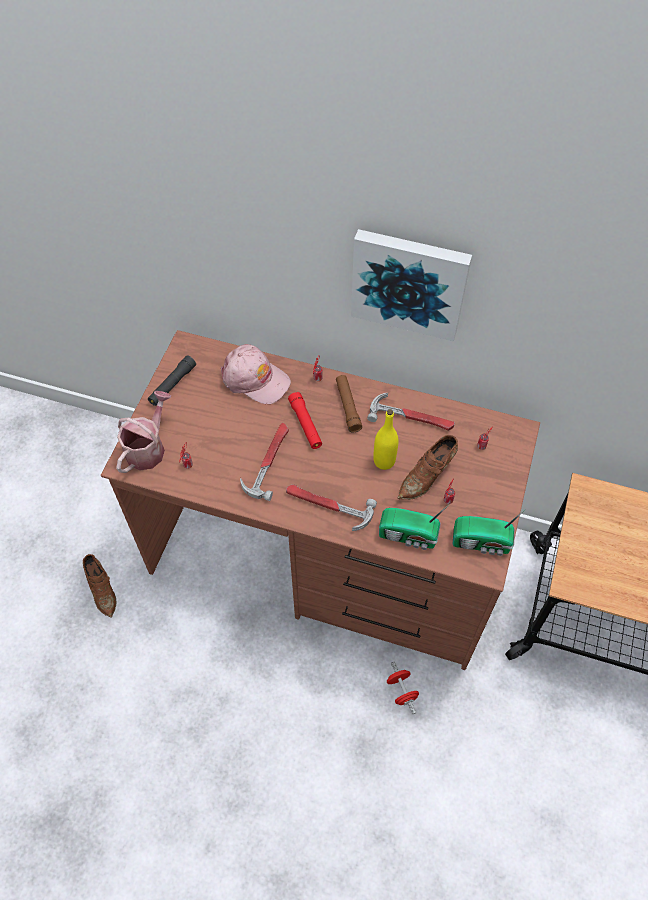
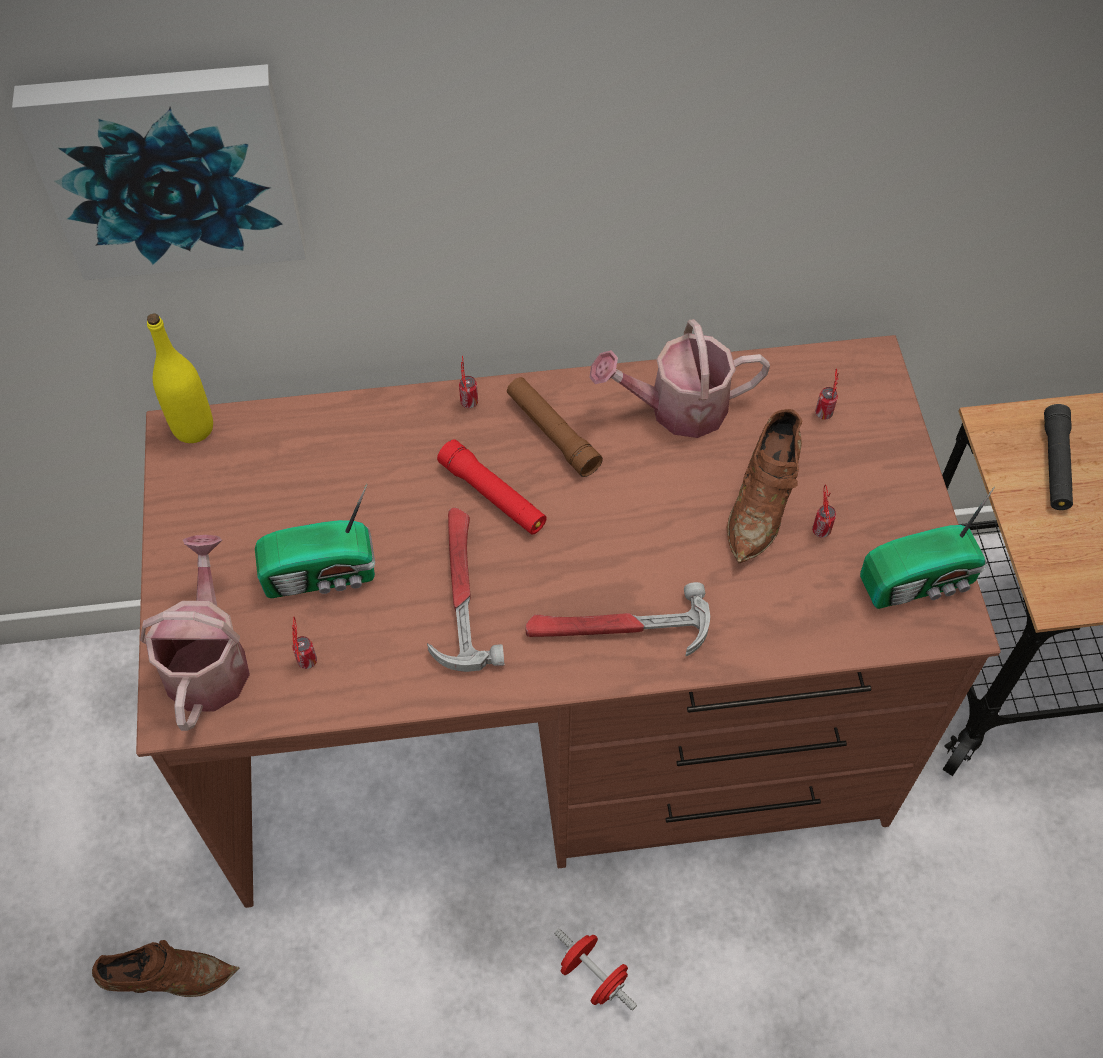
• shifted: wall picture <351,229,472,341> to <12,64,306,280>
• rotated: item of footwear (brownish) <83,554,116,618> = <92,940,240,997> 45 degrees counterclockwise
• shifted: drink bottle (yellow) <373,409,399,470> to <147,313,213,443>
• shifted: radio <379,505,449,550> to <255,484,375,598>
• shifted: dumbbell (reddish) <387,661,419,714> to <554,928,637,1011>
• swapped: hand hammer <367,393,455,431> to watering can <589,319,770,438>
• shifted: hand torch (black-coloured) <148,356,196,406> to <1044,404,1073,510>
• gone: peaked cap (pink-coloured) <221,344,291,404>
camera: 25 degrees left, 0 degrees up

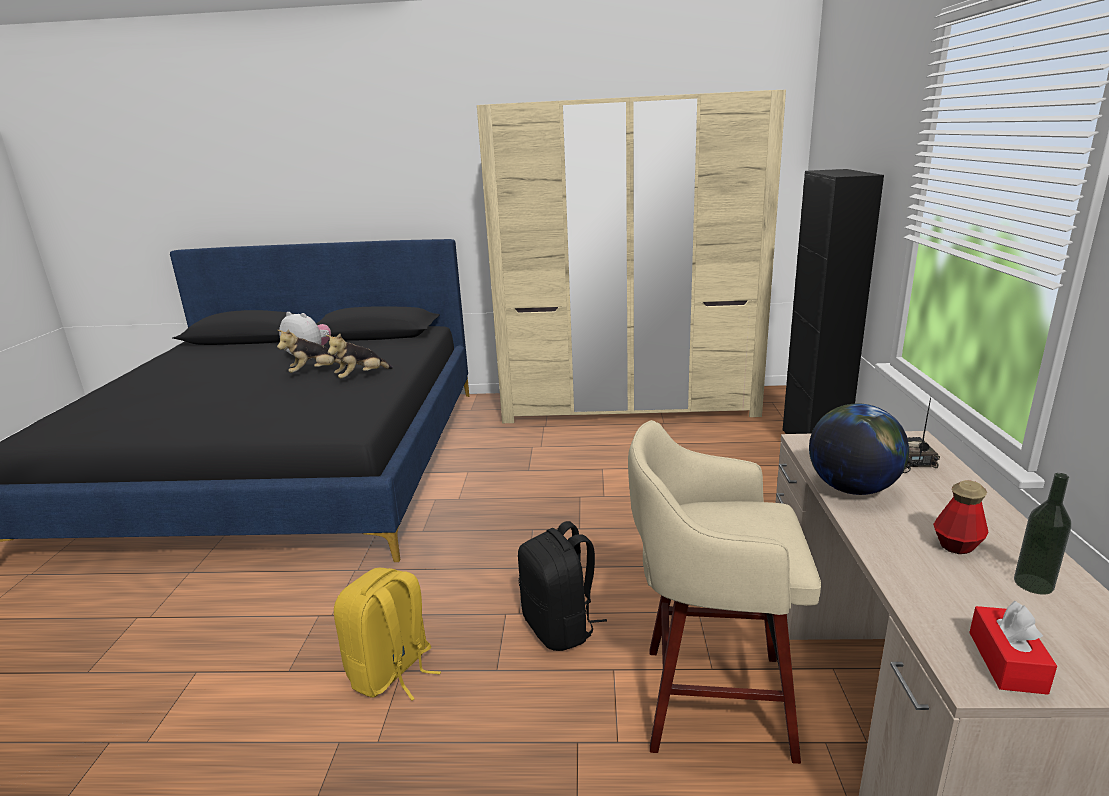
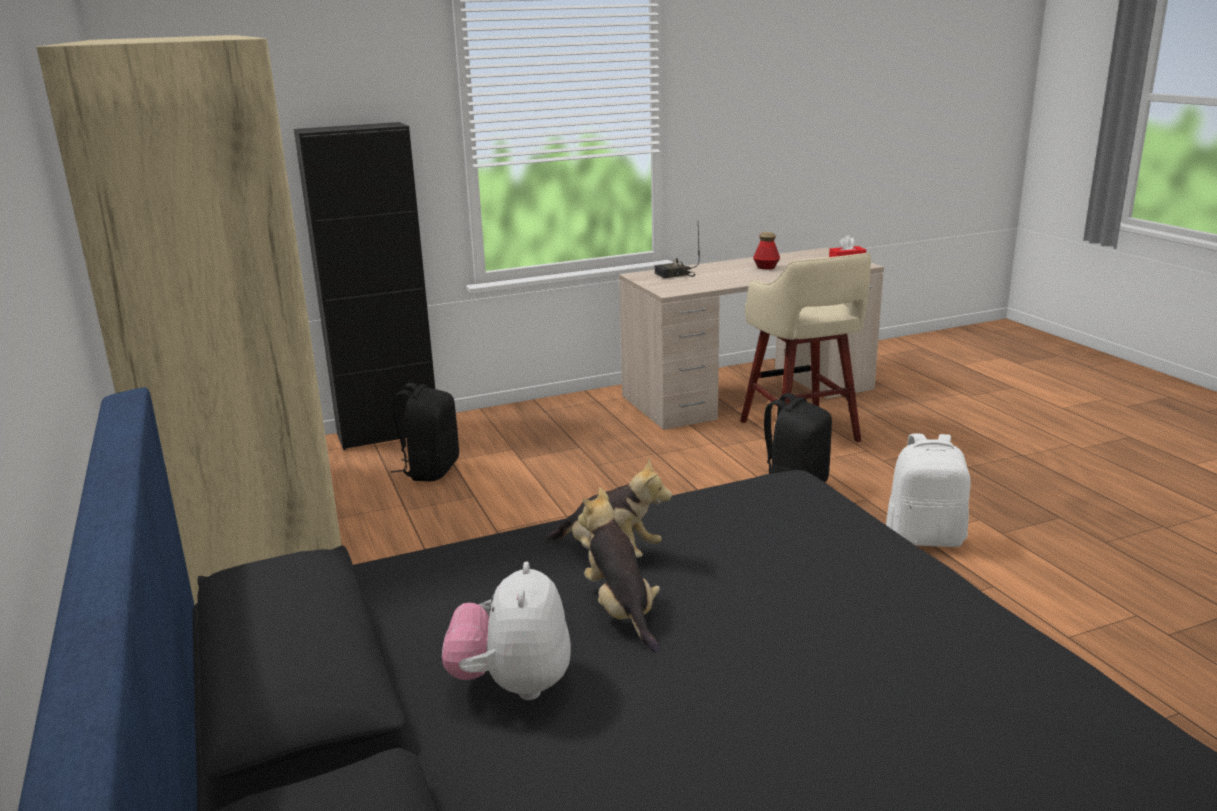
• new: rucksack (black-coloured) <391,383,459,481>
• rotated: cuddly toy <277,330,348,373> = <578,488,660,652> 150 degrees counterclockwise
• repainted: rucksack (yellow) <334,568,441,700> to rucksack (whitish) <886,434,971,547>
• gone: world globe <809,404,909,495>
• gone: drink bottle <1014,473,1071,595>
camera: 115 degrees left, 0 degrees up

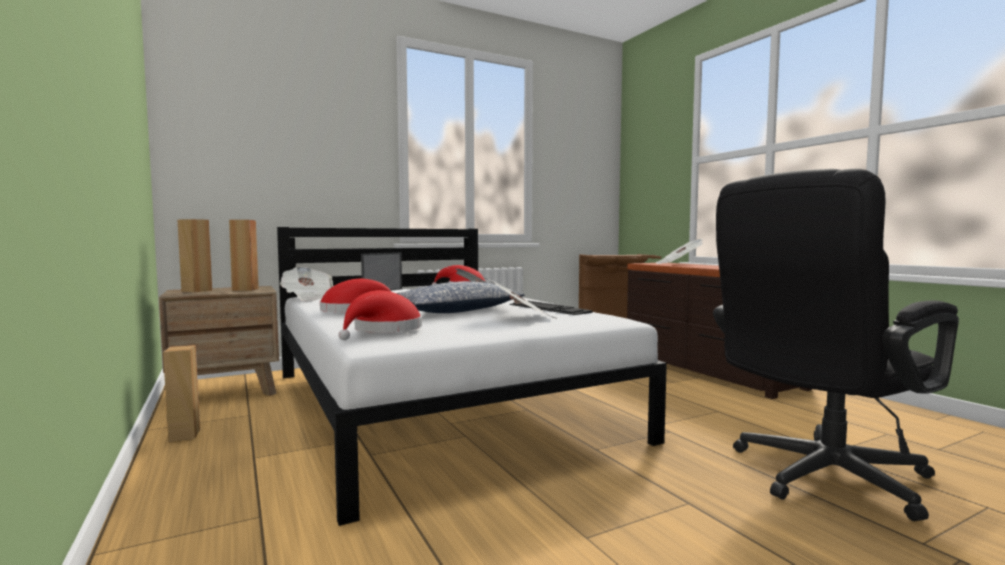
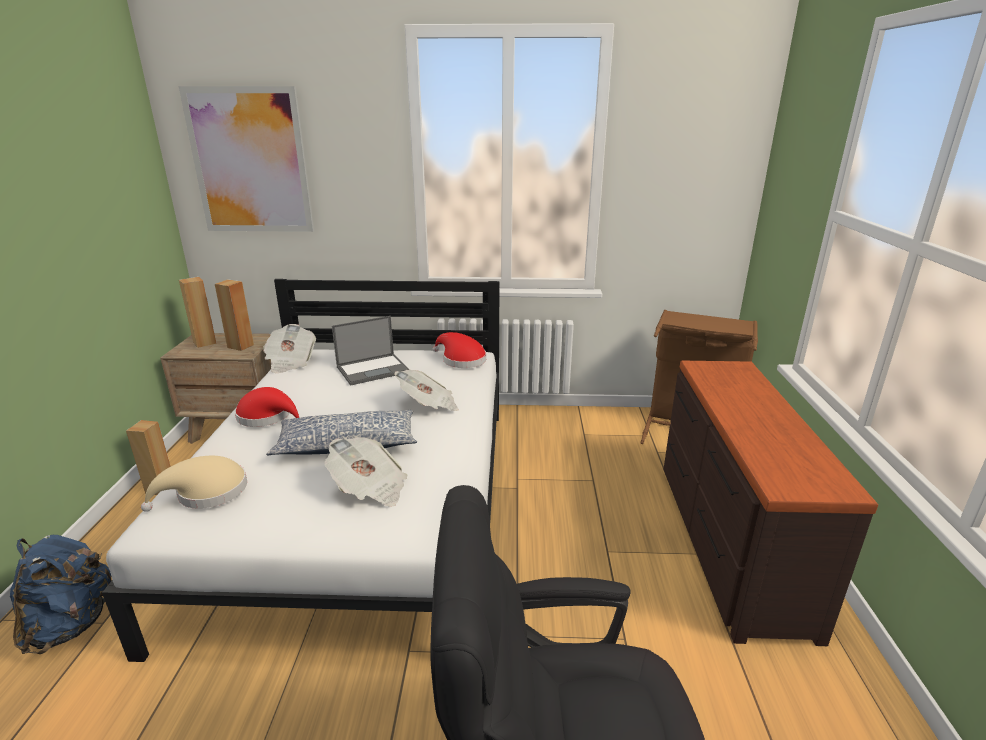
• new: rucksack (bluish) <10,535,111,654>
• repainted: wearable hat (reddish) <338,290,422,340> to wearable hat (sand-coloured) <141,456,247,512>
• new: wall picture <179,86,314,232>
• gone: computer keyboard <510,300,593,315>
• gone: newspaper <656,239,704,264>
camera: 30 degrees right, 20 degrees up

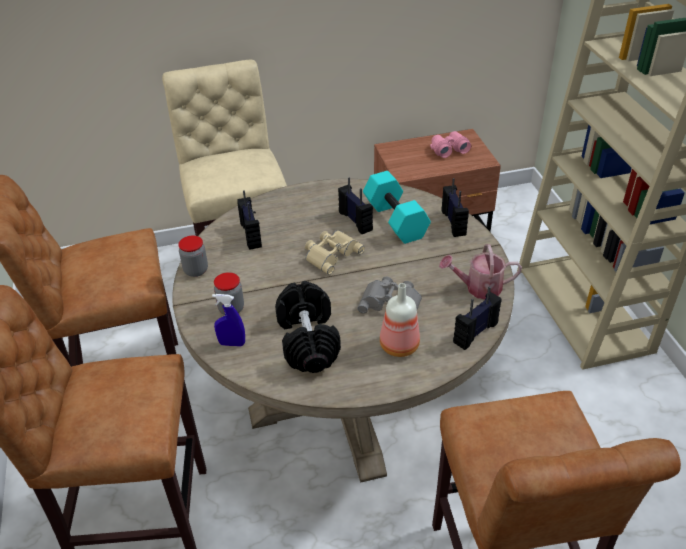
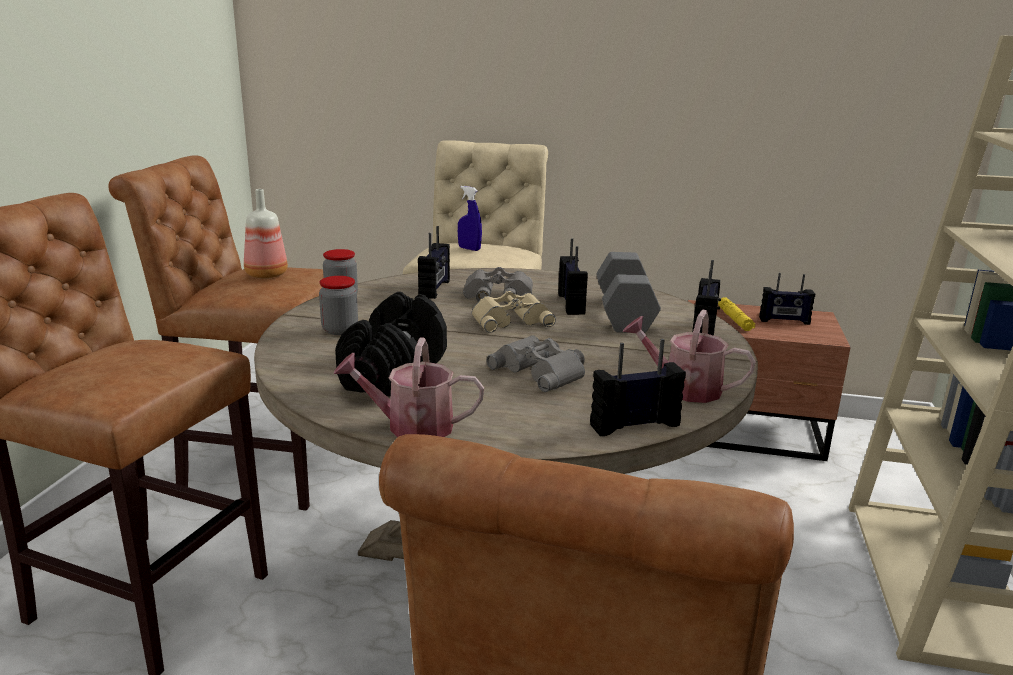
• shifted: drink bottle <380,283,420,357> to <244,189,288,278>
• new: watering can <334,338,484,438>
• shifted: hand sprayer (bluish) <212,294,245,347> to <458,186,482,251>
• new: binoculars (grey) <463,267,533,304>
• repainted: dumbbell (blue-green) <363,171,431,244> to dumbbell (grey) <596,252,661,333>
• new: hand torch (yellow) <718,297,755,331>
• swapped: binoculars (pink-coloured) <430,131,471,158> to radio <759,273,815,325>
camera: 25 degrees right, 20 degrees down

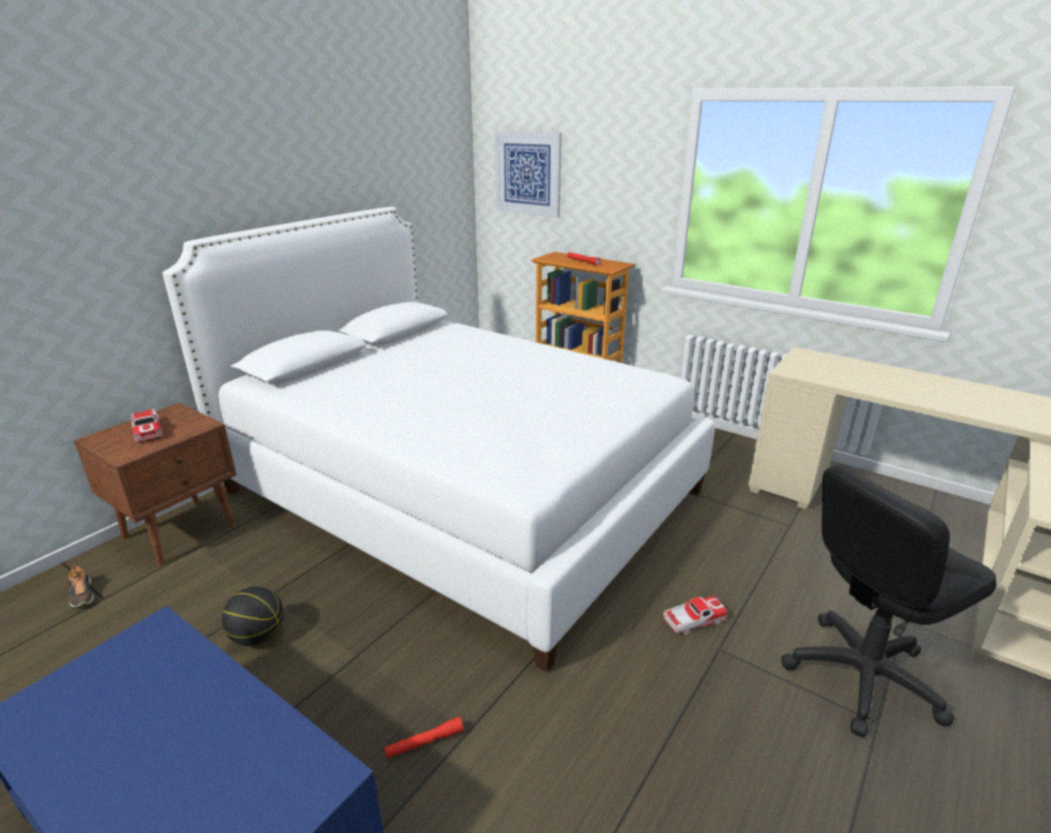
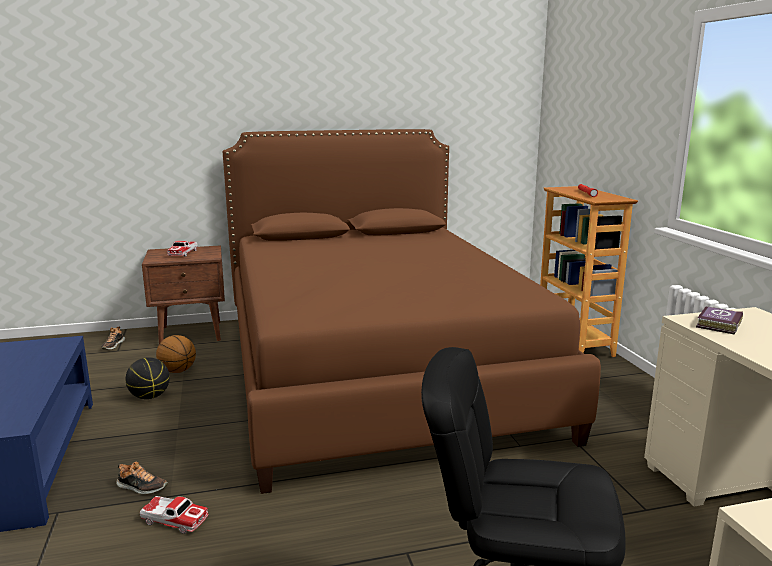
• swapped: hand torch (reddish) <384,717,464,759> to item of footwear <116,462,168,494>
• shifted: toy car <663,596,727,635> to <140,496,209,534>
• new: basketball <156,335,196,373>
• repainted: sleeping bed (whitish) <162,207,715,672> to sleeping bed (brownish) <223,129,601,494>
• new: volume <696,307,743,334>
• gone: wall picture <495,131,562,218>
camera: 40 degrees right, 10 degrees down

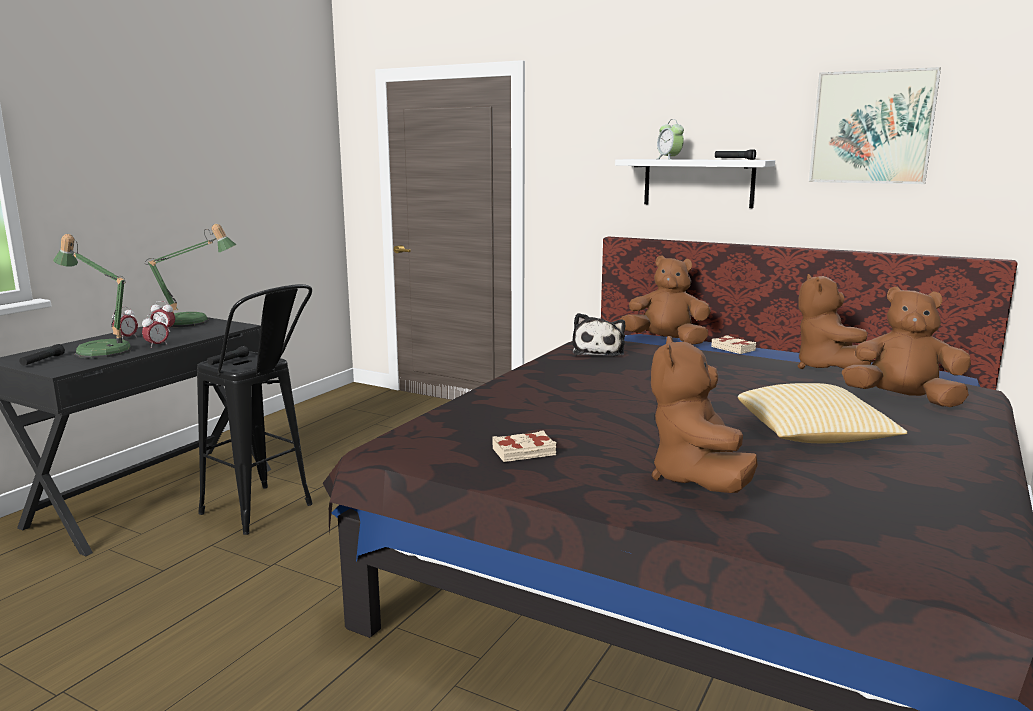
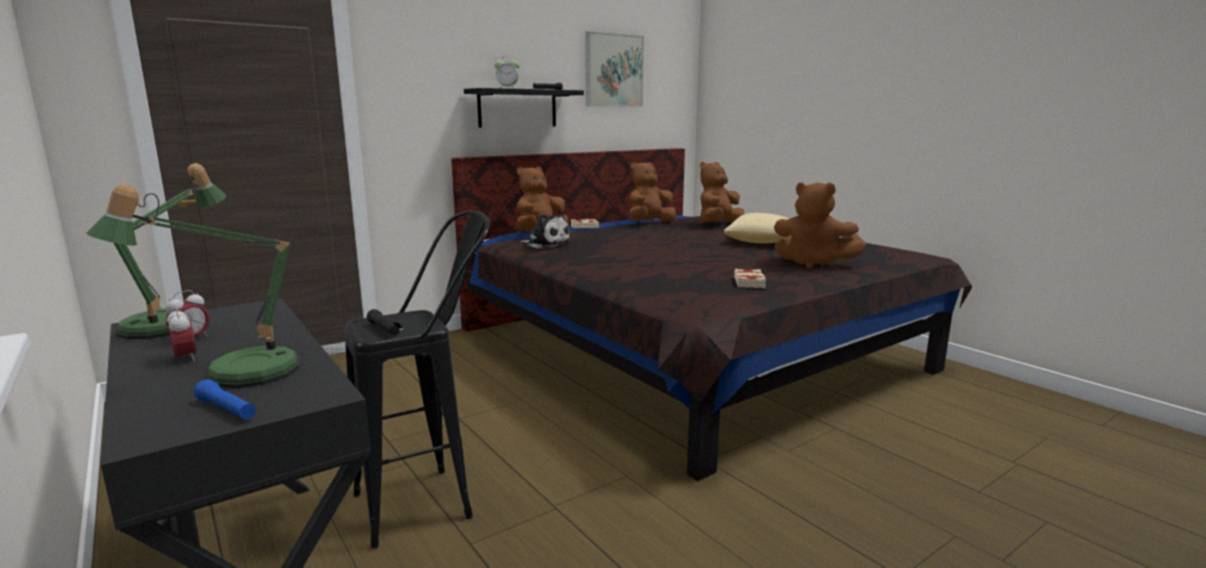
• repainted: hand torch (black-coloured) <19,344,65,366> to hand torch (bluish) <194,379,256,419>
• repainted: shelf (whitish) <615,159,775,208> to shelf (black-coloured) <464,88,584,128>
• rotated: cuddly toy (brownish) <797,274,873,369> = <629,162,676,222> 120 degrees clockwise
• gone: bedside clock <142,313,169,348>
camera: 65 degrees left, 0 degrees up

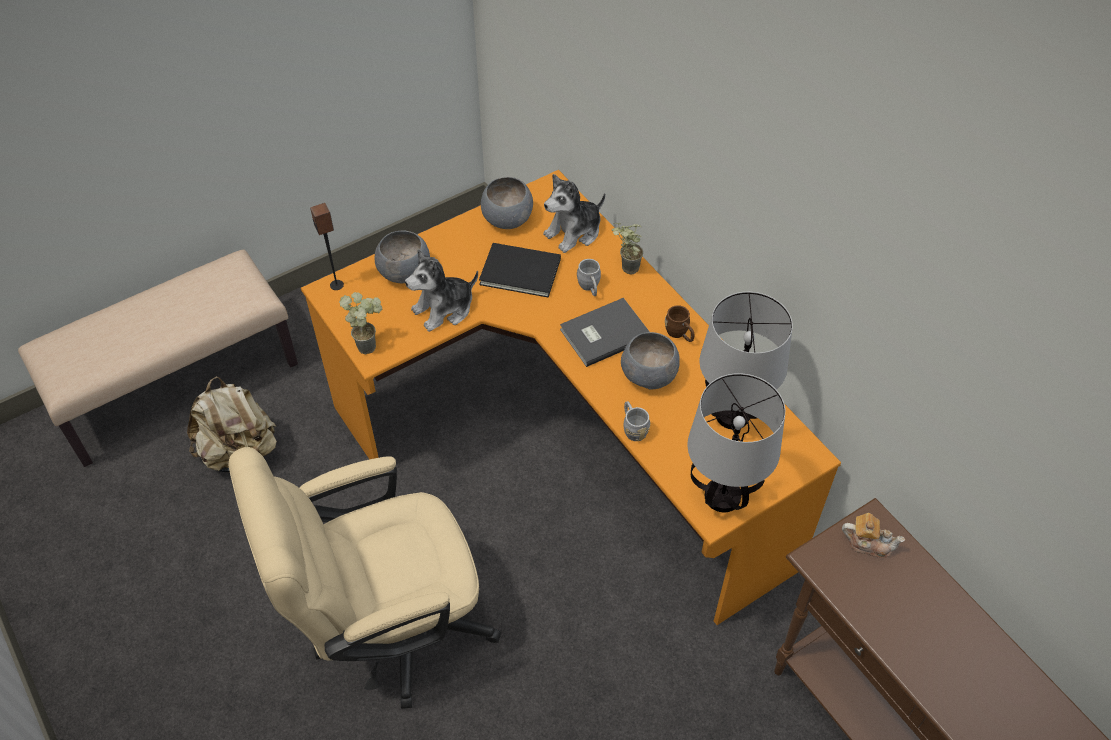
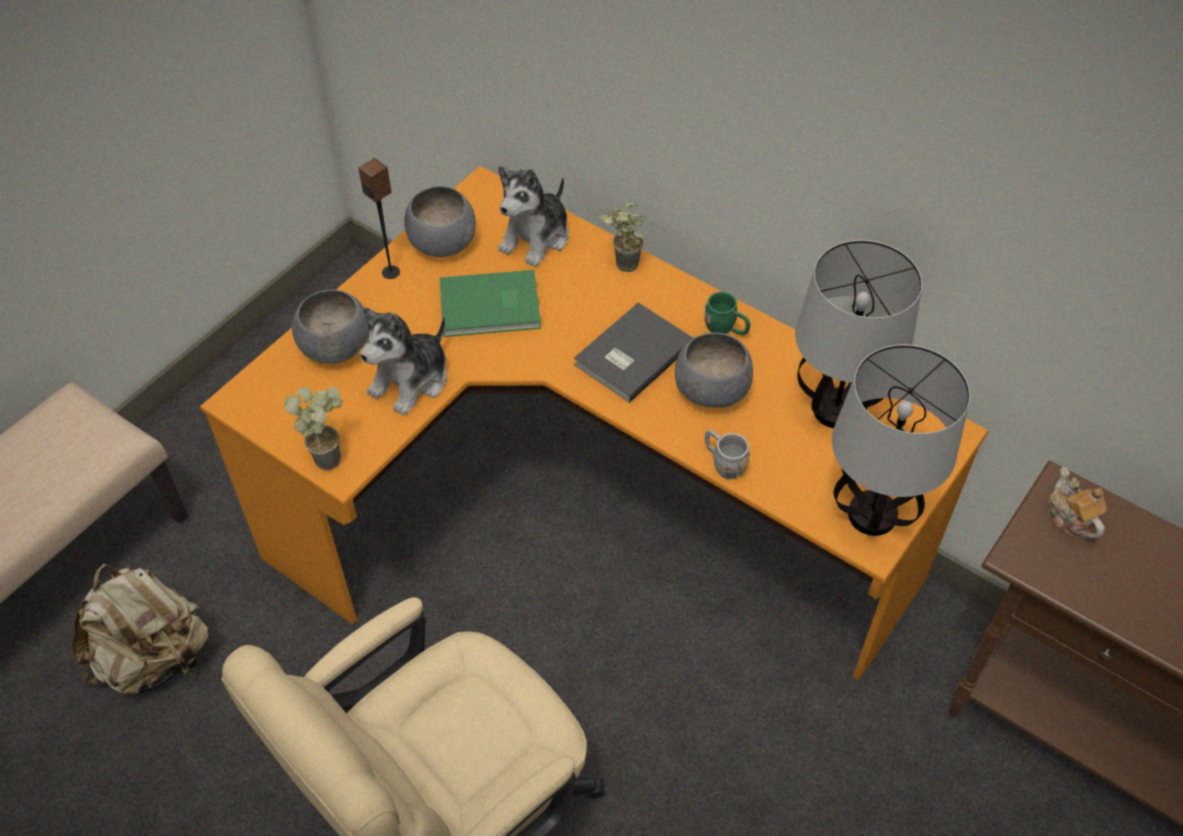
• shifted: loudspeaker <310,203,344,290> to <358,158,400,279>
• repainted: volume (black-coloured) <479,243,561,298> to volume (green-coloured) <440,270,541,337>
• repainted: tea mug (brownish) <665,305,694,342> to tea mug (green-coloured) <704,292,750,335>
• rotated: teapot <842,513,905,558> = <1048,467,1107,538> 105 degrees counterclockwise
• gone: tea mug (grey) <577,259,601,296>
camera: 20 degrees left, 0 degrees up

